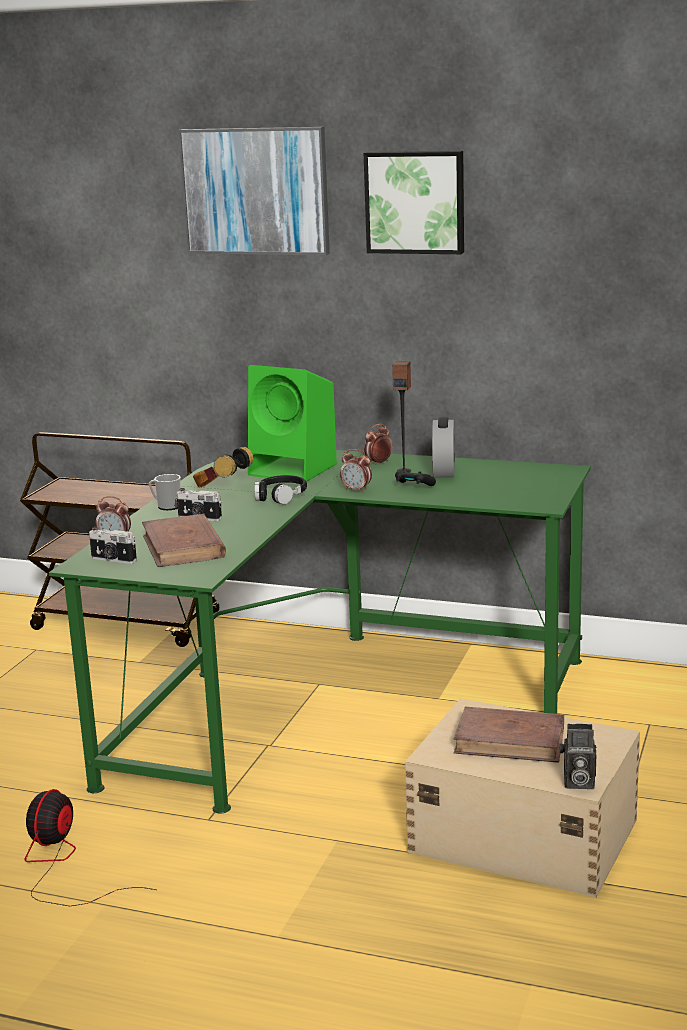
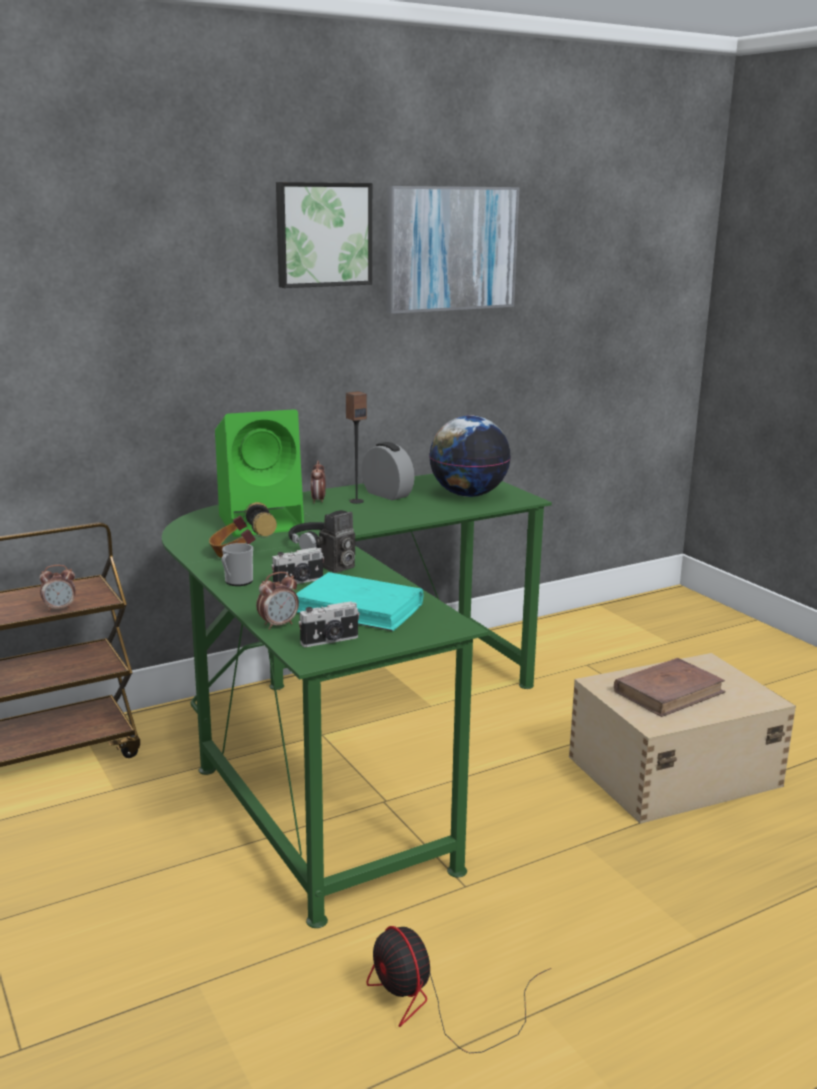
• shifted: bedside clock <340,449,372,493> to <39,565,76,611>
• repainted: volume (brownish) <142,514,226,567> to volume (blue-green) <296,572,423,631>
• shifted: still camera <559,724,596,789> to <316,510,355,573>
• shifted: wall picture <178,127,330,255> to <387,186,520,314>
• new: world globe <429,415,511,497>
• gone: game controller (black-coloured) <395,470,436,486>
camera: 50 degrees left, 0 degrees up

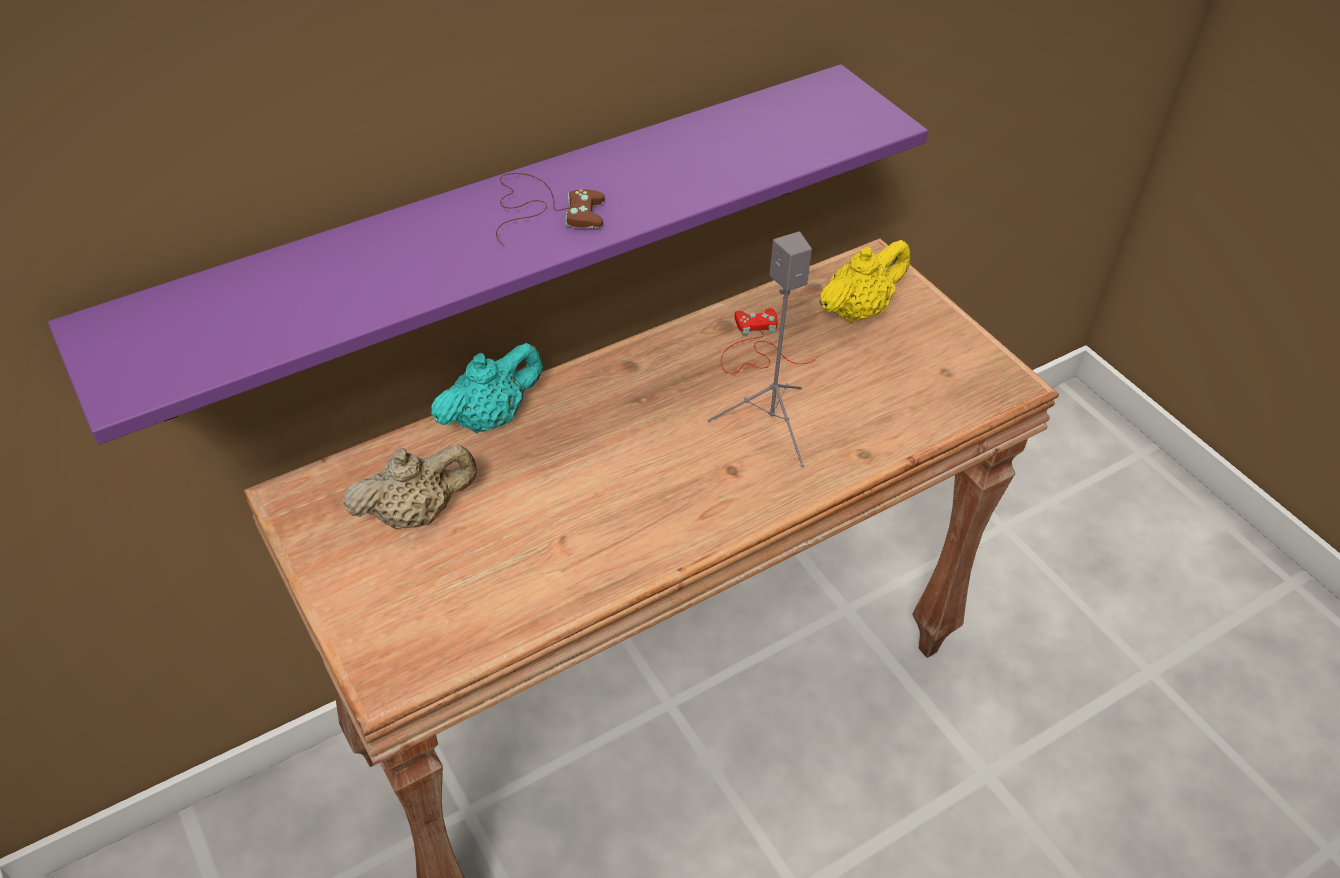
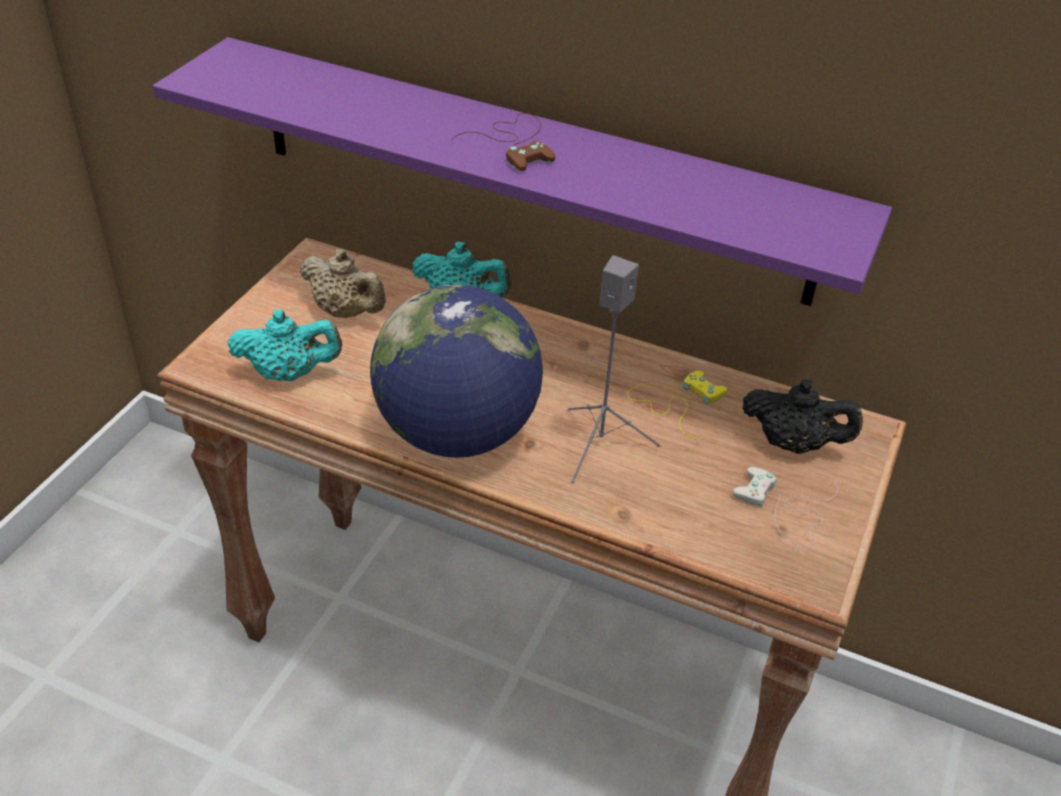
• new: teapot (blue-green) <227,310,342,381>
• new: world globe <370,285,543,458>
• repainted: game controller (reddish) <721,308,818,374> to game controller (yellow) <627,371,728,439>
• new: game controller (whitish) <733,467,838,548>
• repainted: teapot (yellow) <819,240,910,323> to teapot (black-coloured) <743,379,863,454>
camera: 55 degrees right, 5 degrees down

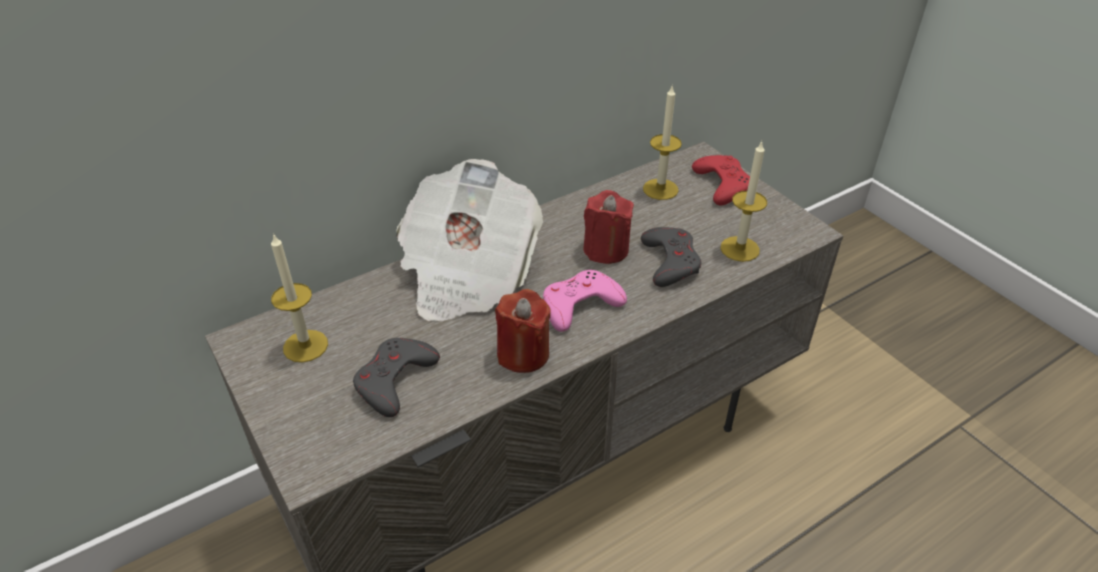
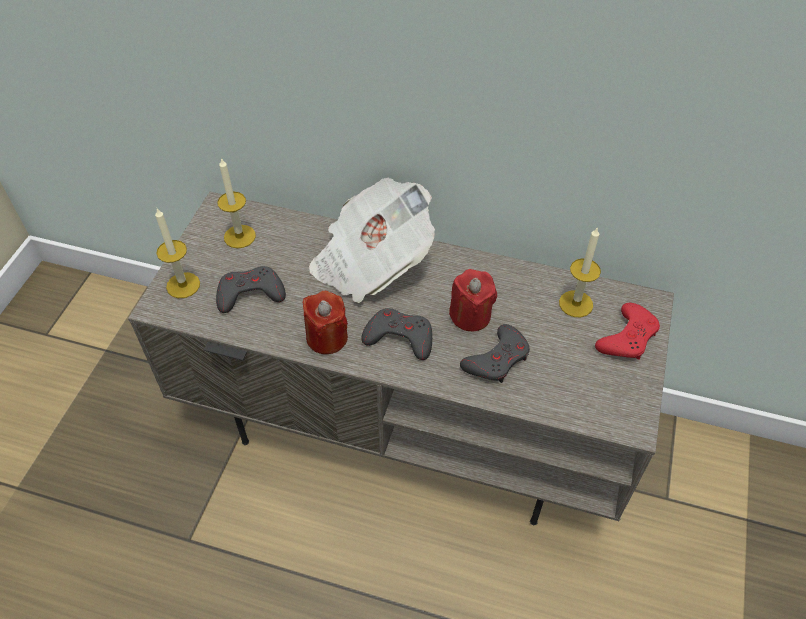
• shifted: wax light <720,141,767,262> to <155,209,200,298>
• repainted: game controller (pink-coloured) <543,270,627,332> to game controller (grey) <361,308,432,360>
camera: 50 degrees right, 10 degrees up

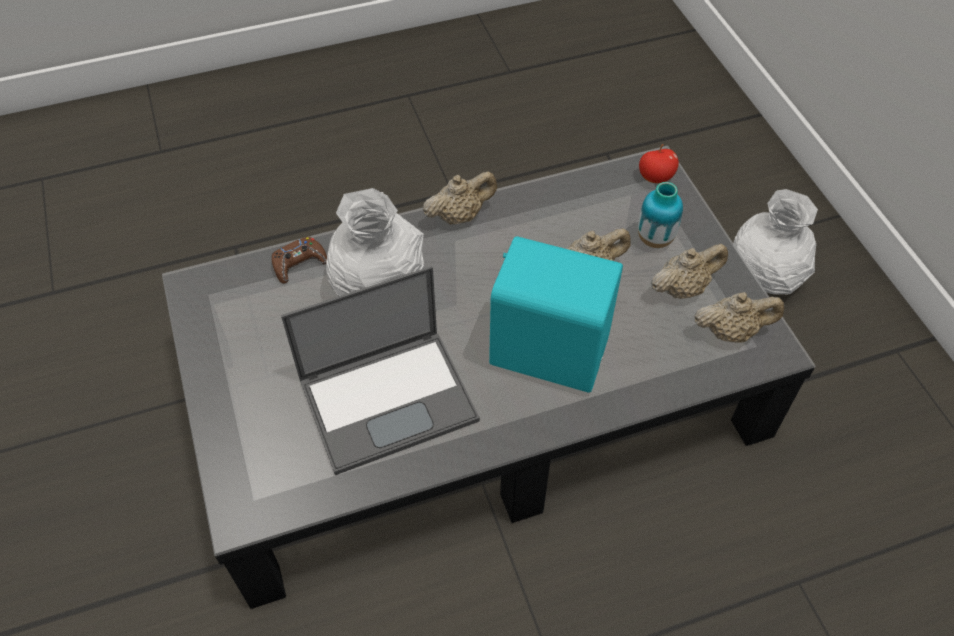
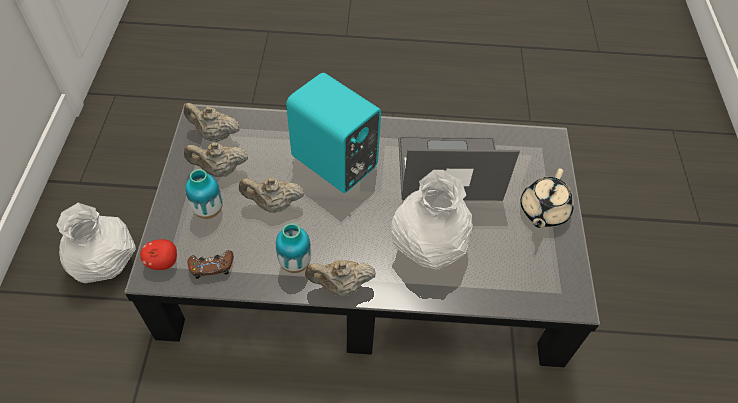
• shifted: game controller (brownish) <272,237,327,283> to <187,250,234,279>
• new: flower vase <276,223,311,273>
• new: teapot (sand-coloured) <520,168,574,228>
camera: 160 degrees left, 0 degrees up

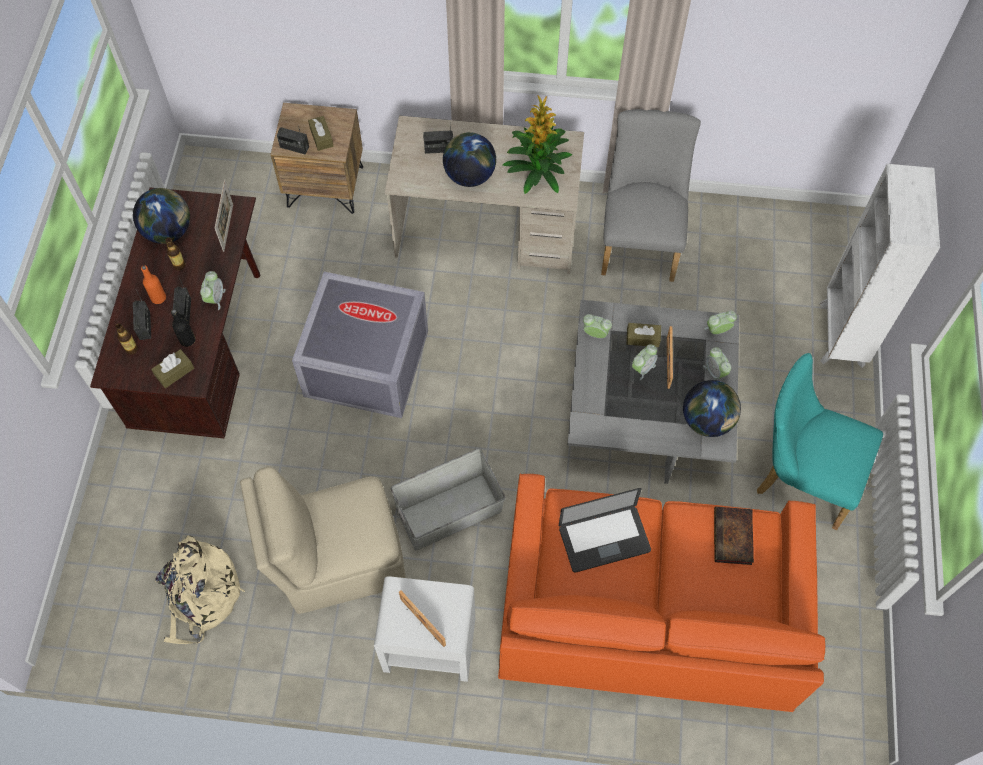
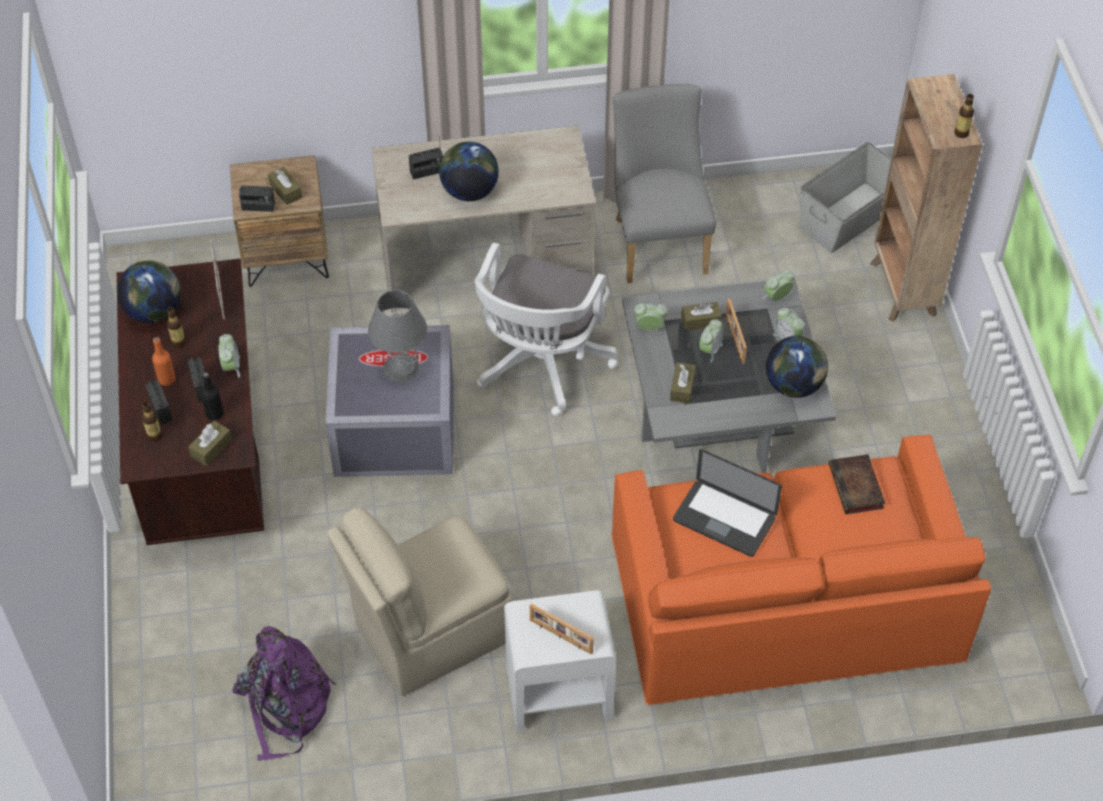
• repainted: rucksack (sand-coloured) <155,535,245,644> to rucksack (purple-coloured) <232,626,336,761>
• new: table lamp (grey) <368,290,427,383>
• new: desk chair (whitish) <474,242,617,416>
• new: box of tissues (brownish) <670,362,696,403>
• rotated: portable computer <559,488,651,573> = <673,449,782,557> 60 degrees clockwise
• shifted: storage box (grey) <391,448,505,550> to <800,142,891,253>
• repainted: bookshelf (whitish) <819,164,940,368> to bookshelf (brownish) <870,74,983,322>
• new: drink bottle <954,94,974,138>
• gone: potted plant <503,96,572,194>
• gone: upright chair (blue-green) <757,353,883,530>
camera: 15 degrees left, 10 degrees down

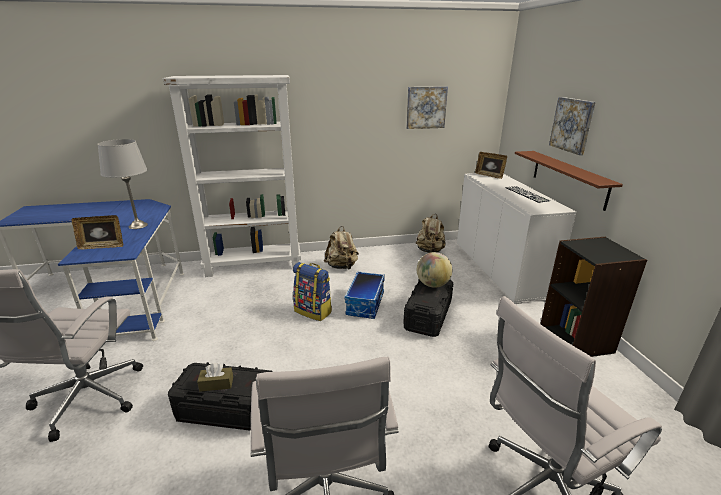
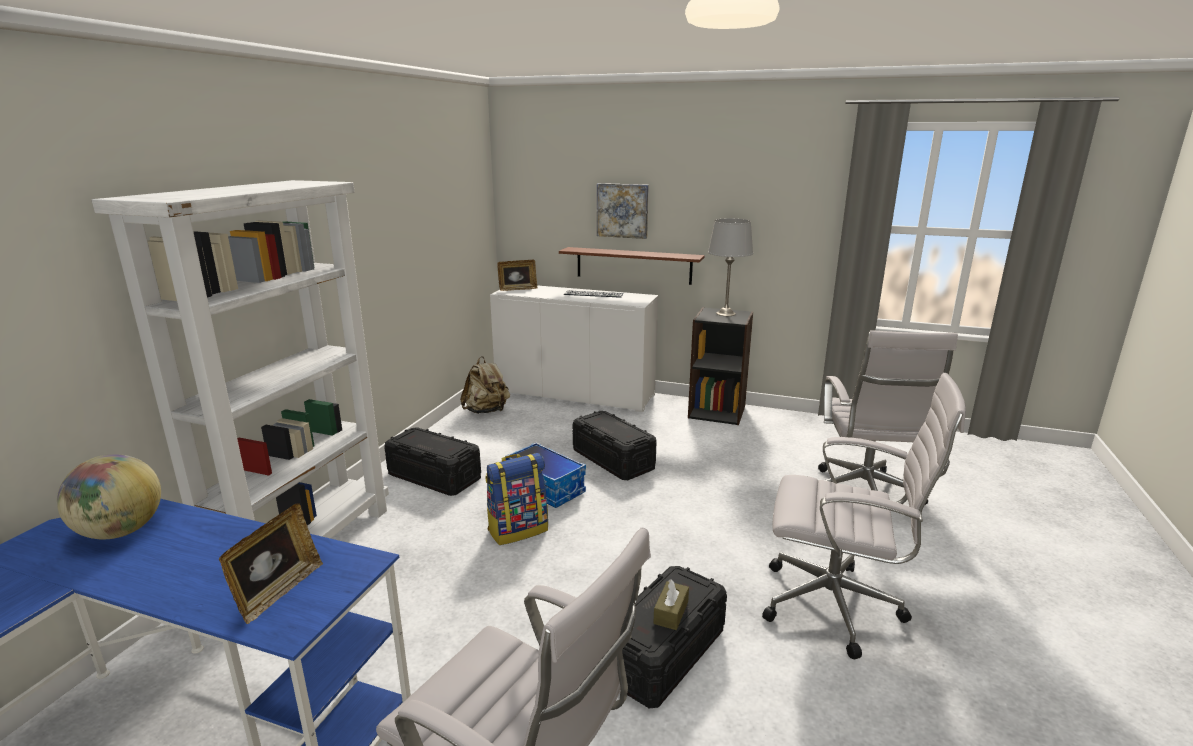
• shifted: world globe <417,252,452,288> to <57,454,161,539>
• swapped: rucksack (sand-coloured) <324,226,359,270> to storage box (black-coloured) <384,427,481,496>
• shifted: table lamp (grey) <97,139,148,229> to <708,219,753,316>
• gone: wall picture <406,86,448,129>
camera: 60 degrees left, 5 degrees down

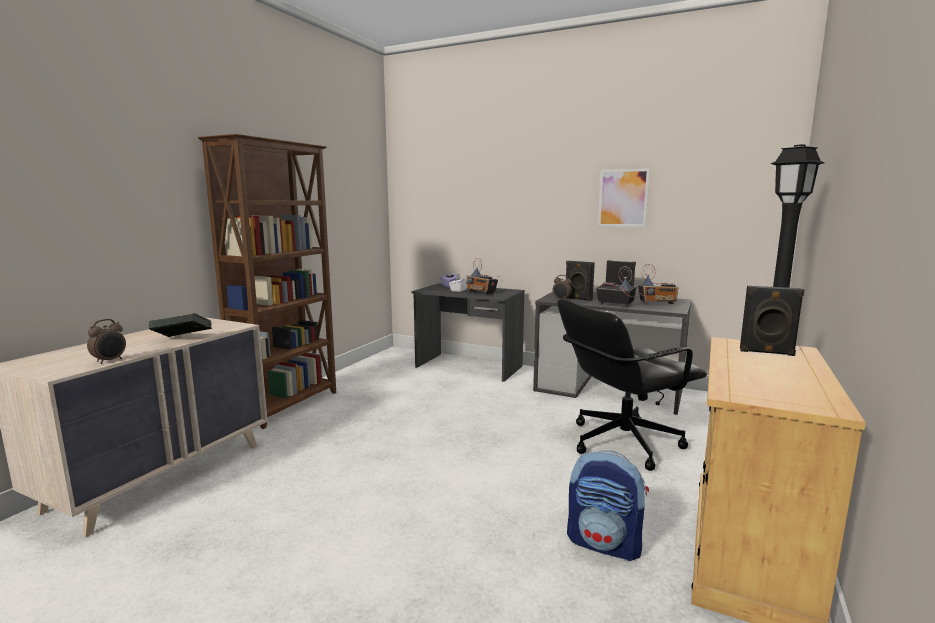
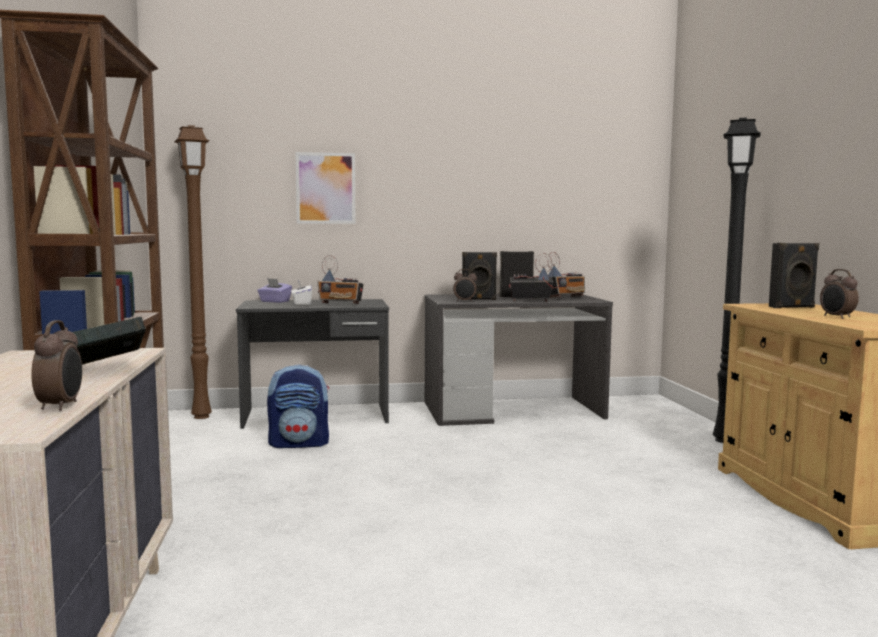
• new: standard lamp (brownish) <174,125,212,419>
• shifted: rucksack <567,451,649,561> to <267,364,329,448>
• shifted: wall picture <598,168,650,227> to <295,152,355,224>
• new: bedside clock <820,269,859,319>
• gone: desk chair (black-coloured) <557,299,707,471>
camera: 35 degrees left, 5 degrees down

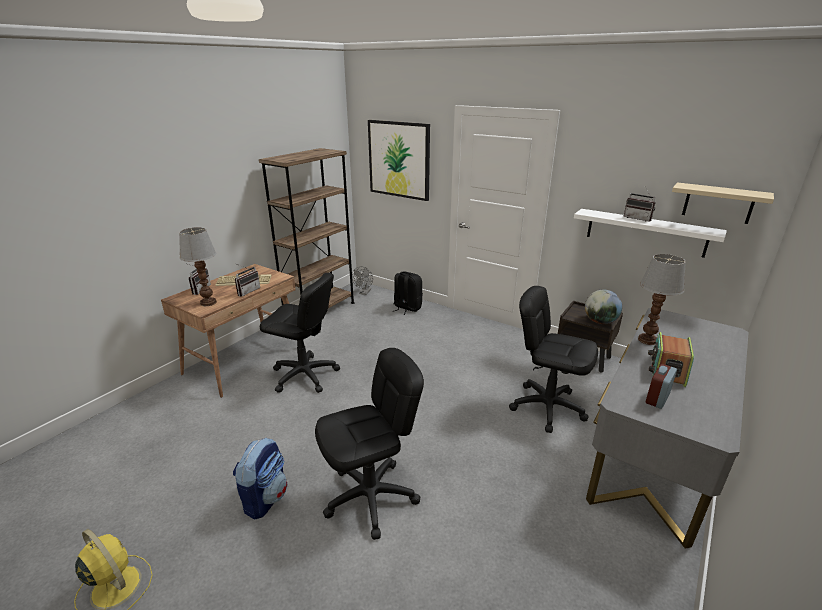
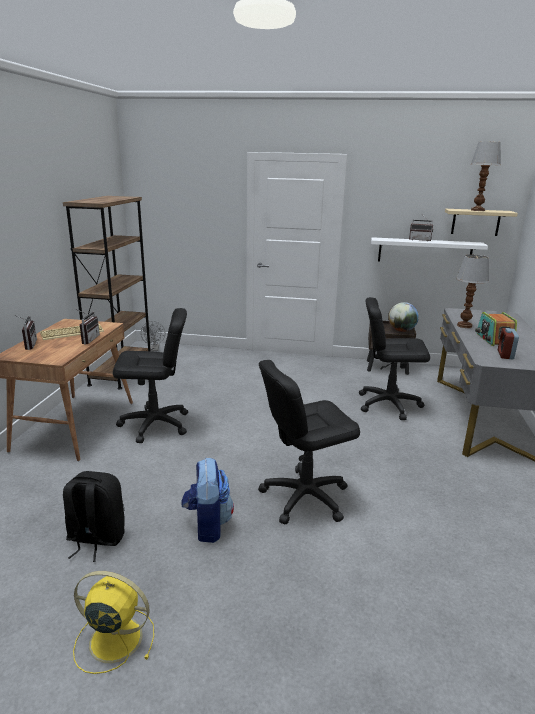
• shifted: rucksack (black-coloured) <393,272,423,315> to <63,471,125,562>
• rotated: desk chair (black-coloured) <315,348,424,540> = <258,360,360,524> 150 degrees counterclockwise
• shifted: table lamp <179,227,217,306> to <471,142,501,211>
• gone: wall picture <368,120,430,201>
camera: 25 degrees left, 5 degrees down

